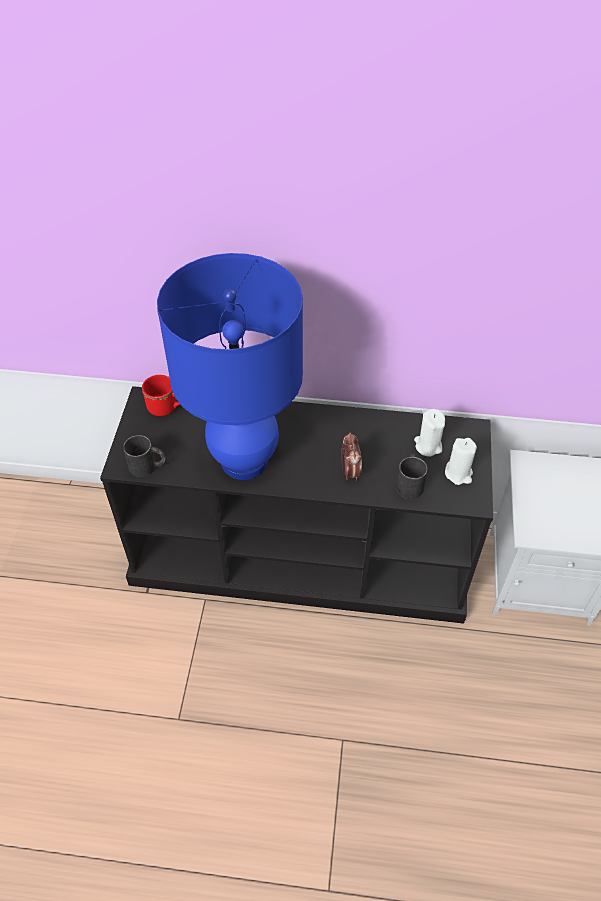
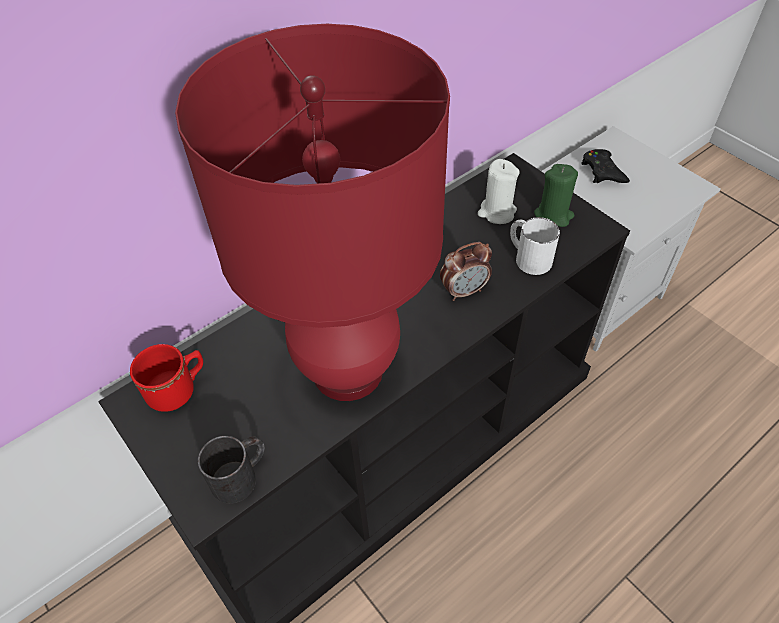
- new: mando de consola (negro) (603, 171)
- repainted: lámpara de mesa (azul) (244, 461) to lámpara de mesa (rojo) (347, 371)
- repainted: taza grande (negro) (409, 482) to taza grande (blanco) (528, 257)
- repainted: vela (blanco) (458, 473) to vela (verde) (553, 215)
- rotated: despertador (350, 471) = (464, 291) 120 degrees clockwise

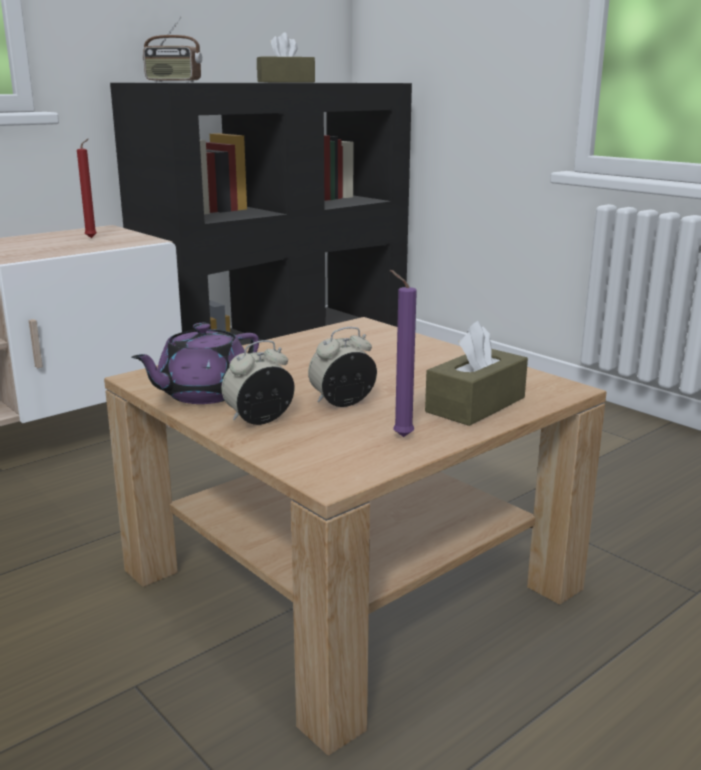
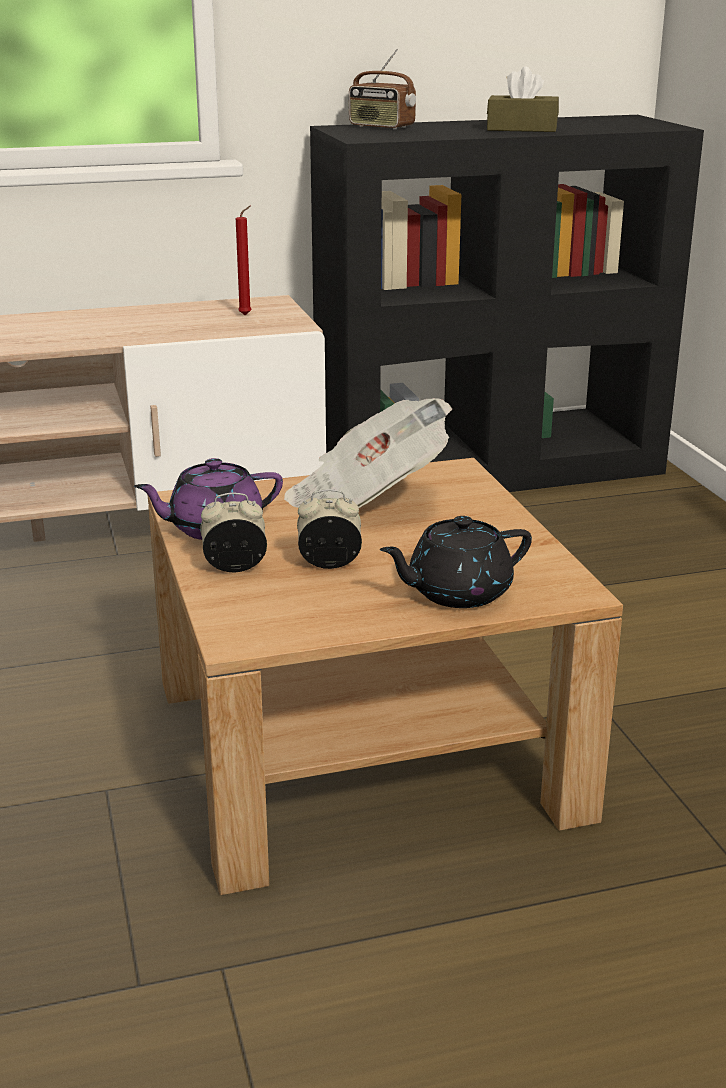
- gone: vela (morado) (400, 436)
- new: periódico (367, 498)
- swapped: caja de pañuelos (marrón) (475, 405) to tetera (negro) (457, 592)

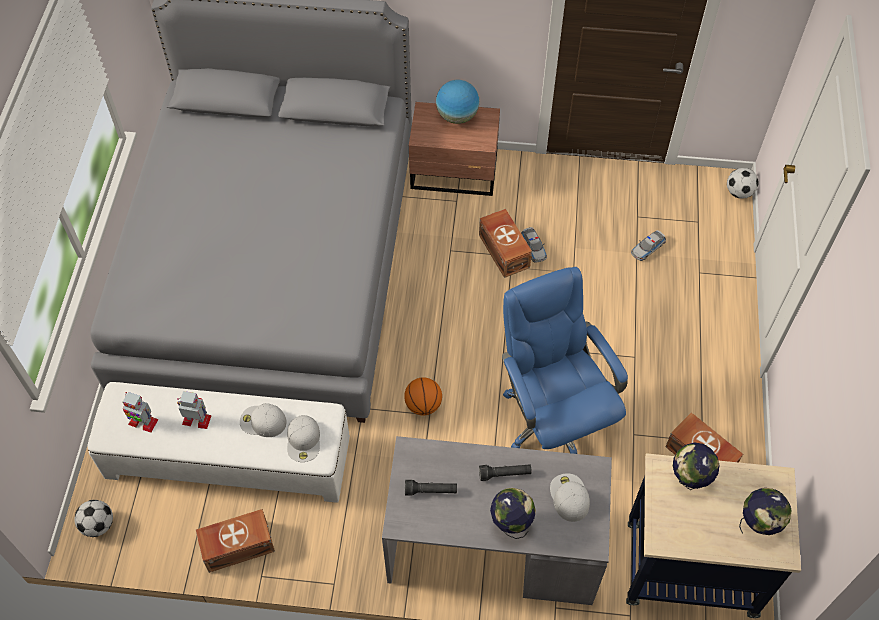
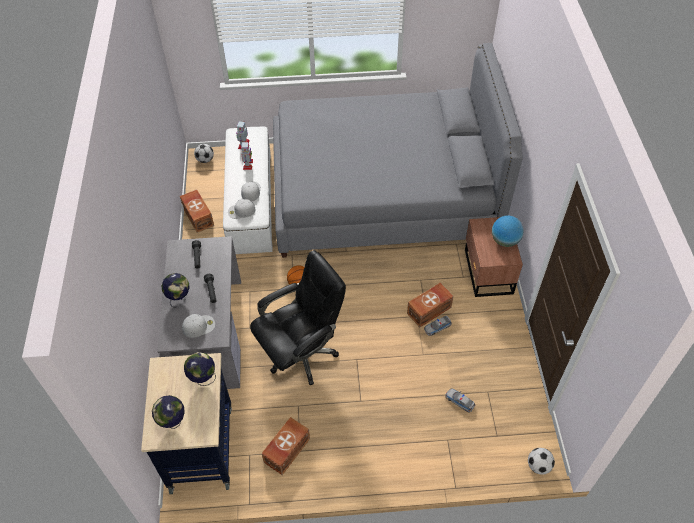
- repainted: silla de oficina (azul) (552, 420) to silla de oficina (negro) (301, 355)

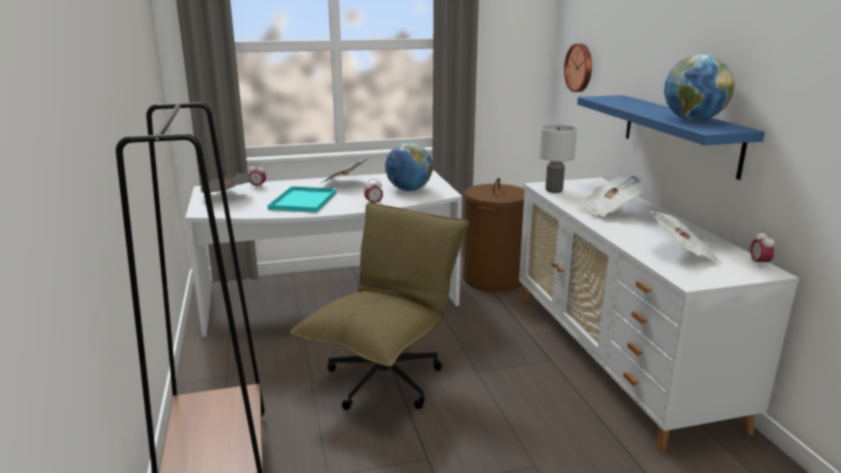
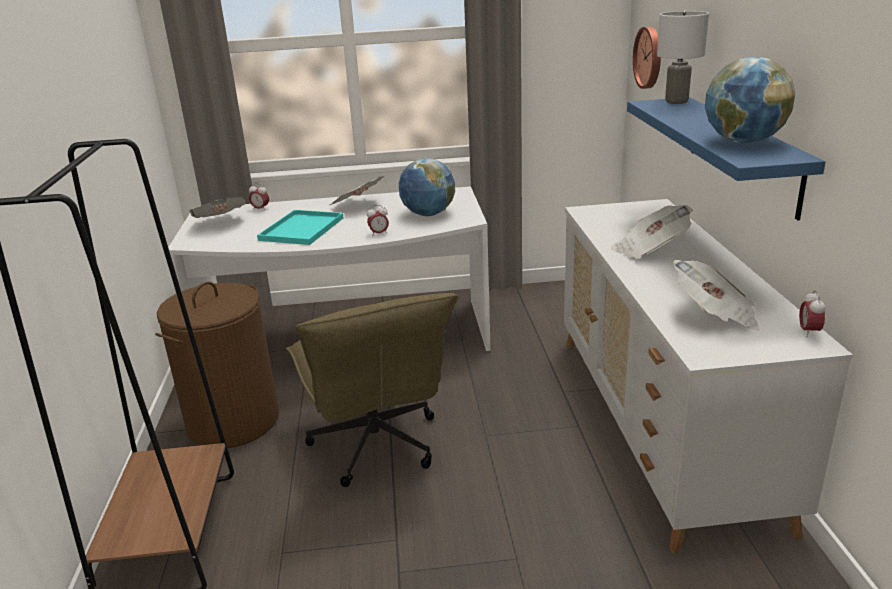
- shifted: cesto de la ropa (marrón) (493, 279) to (233, 421)
- shifted: lámpara de mesa (blanco) (554, 191) to (677, 102)
- rotated: silla de oficina (beis) (383, 381) = (374, 442) 120 degrees clockwise

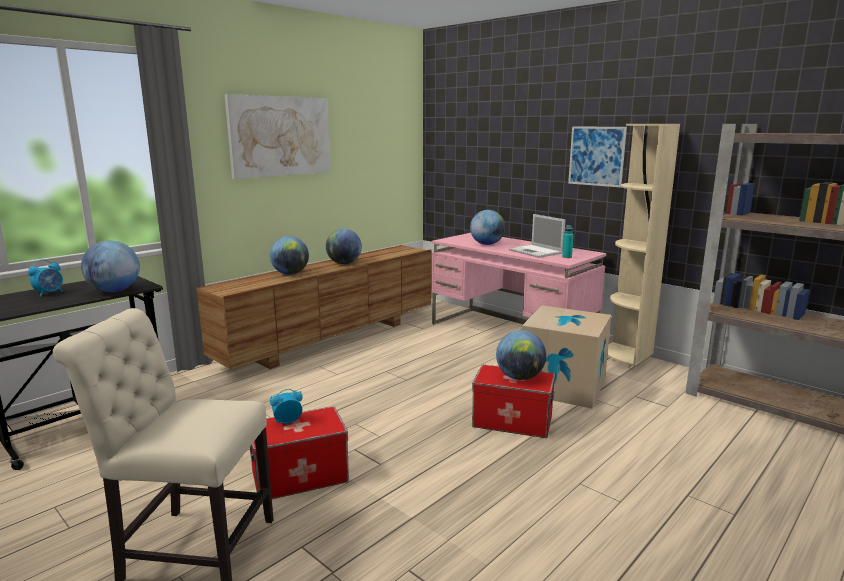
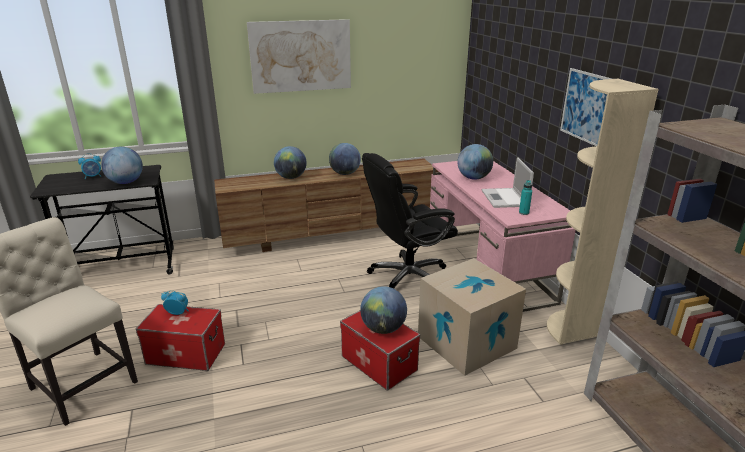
- new: silla de oficina (negro) (408, 276)

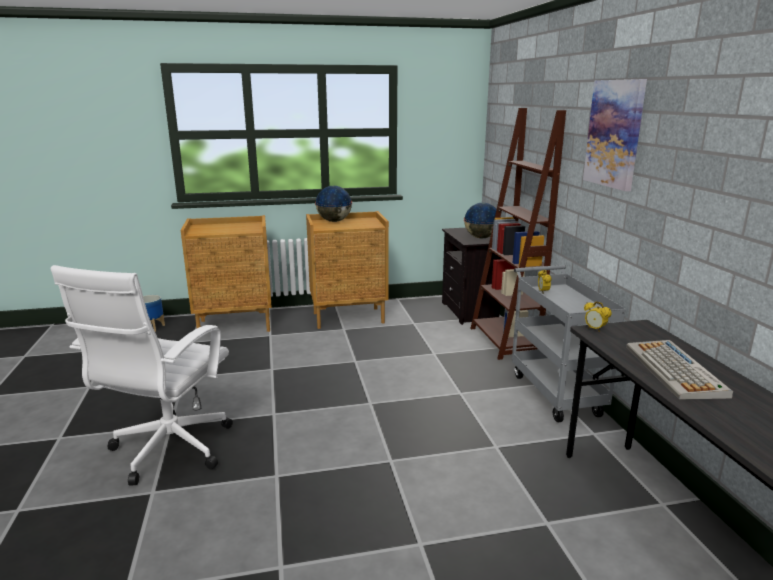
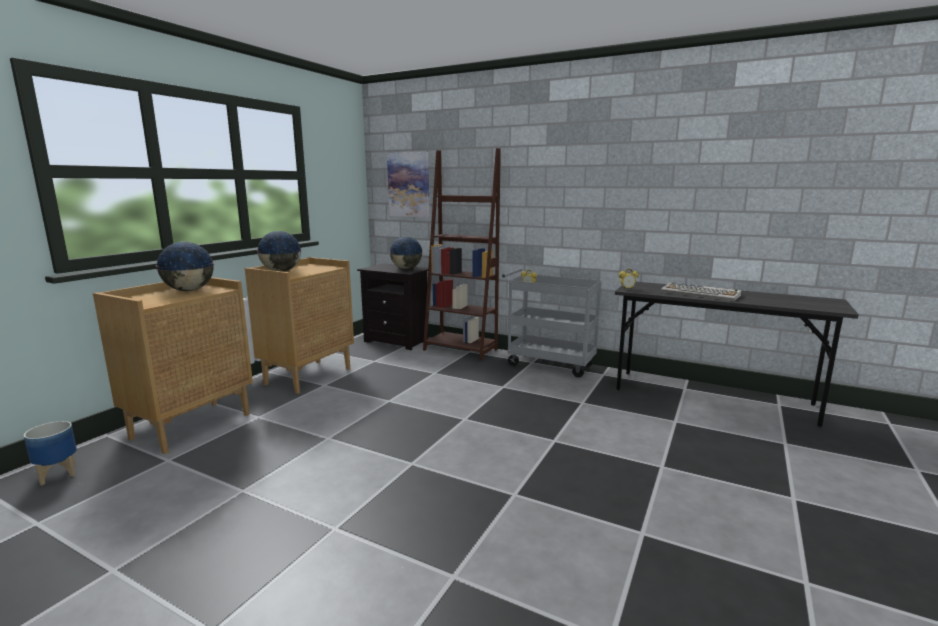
- gone: silla de oficina (blanco) (168, 451)
- new: globo terráqueo (189, 290)
- shifted: cuadro (614, 134) to (409, 185)

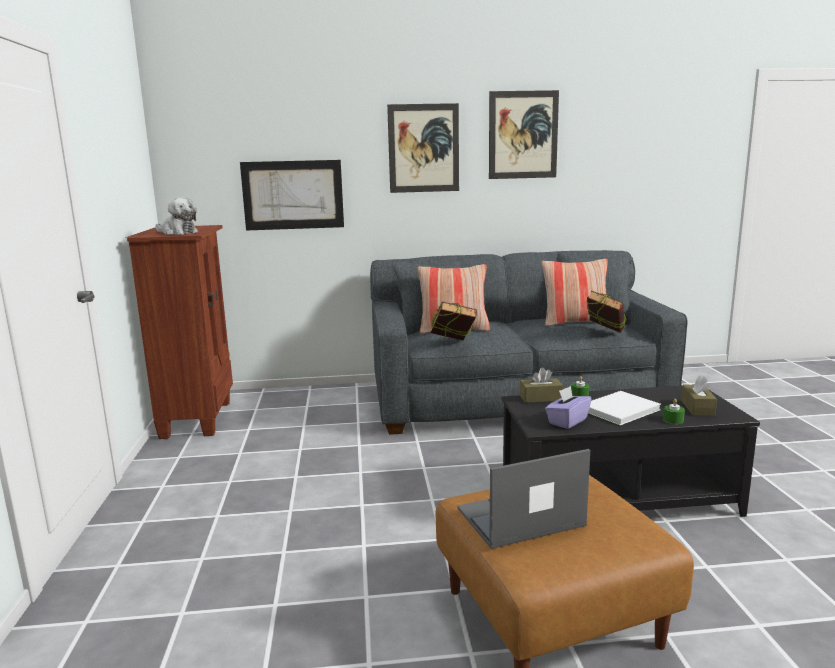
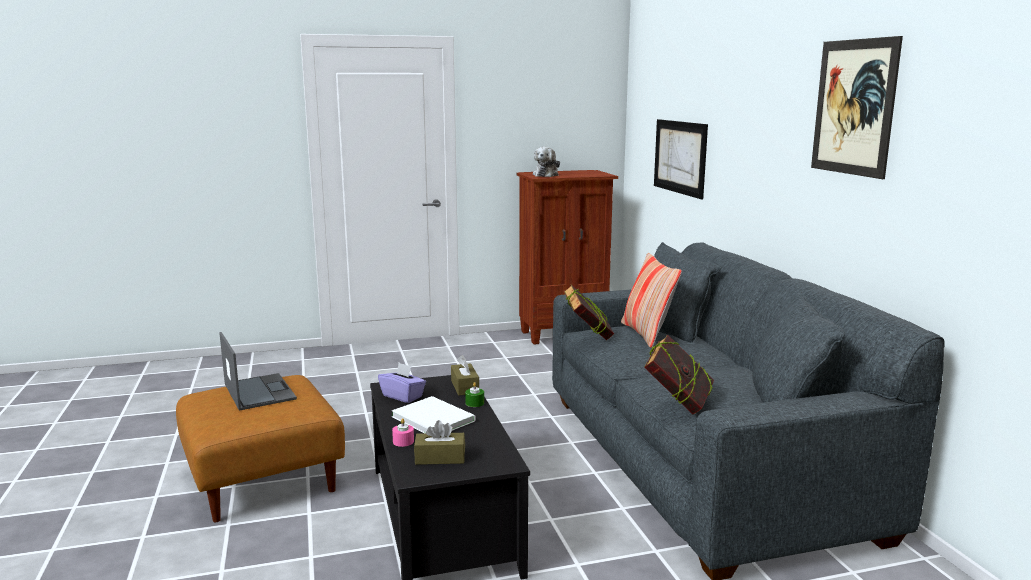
- gone: cuadro (423, 148)
- gone: cojín (575, 322)
- repainted: vela (verde) (673, 420) to vela (rosa) (403, 441)

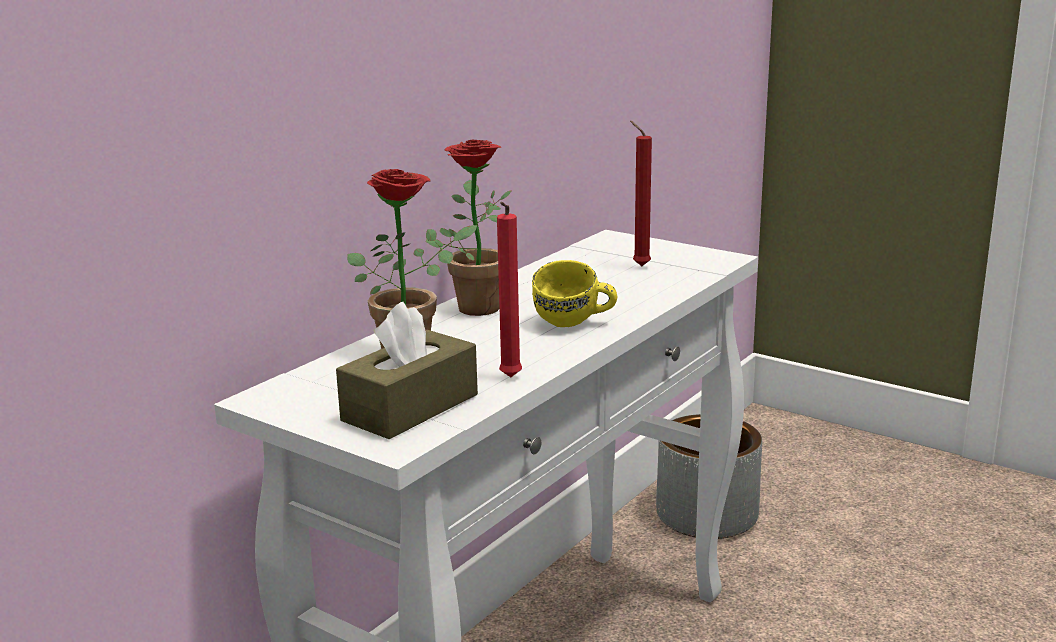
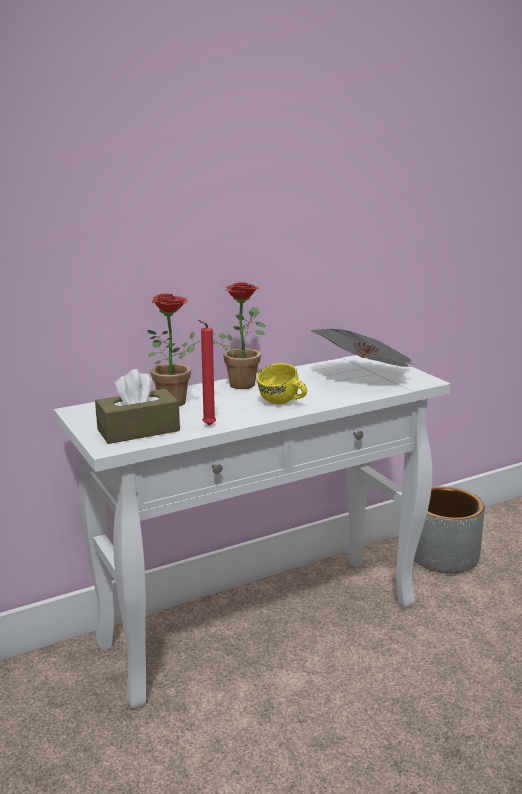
- swapped: vela (rojo) (639, 265) to periódico (366, 376)

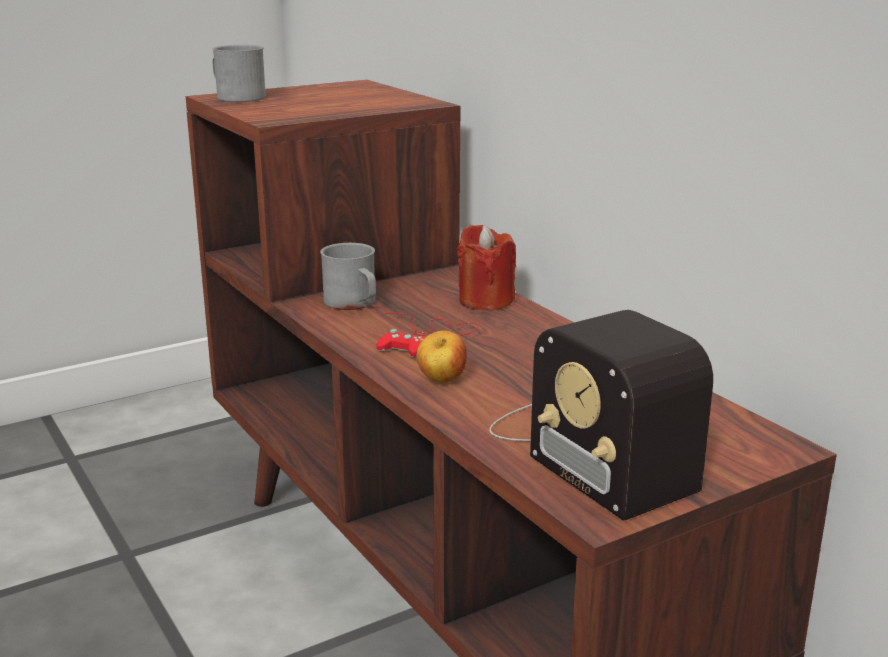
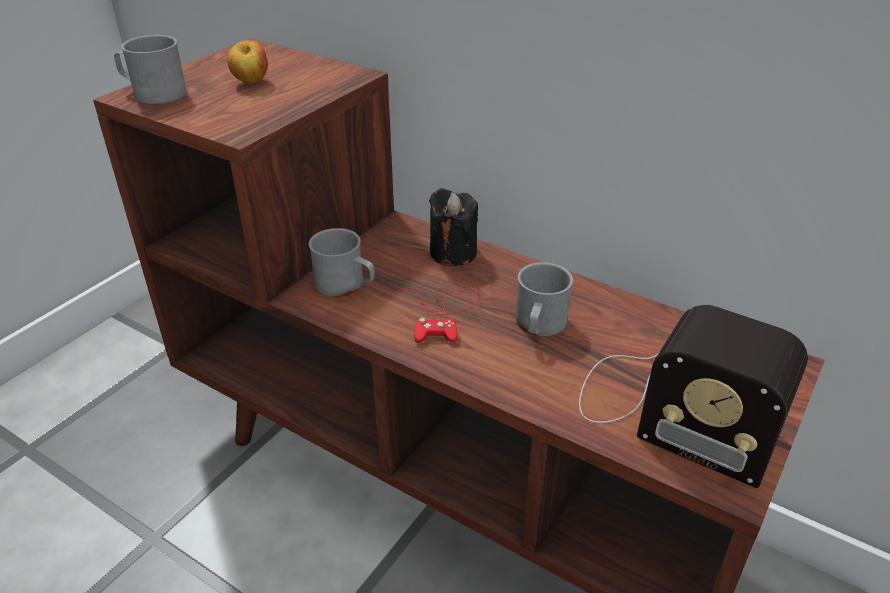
- new: taza grande (gris) (539, 326)
- shifted: manzana (441, 381) to (250, 82)
- repainted: vela (rojo) (485, 301) to vela (negro) (453, 253)

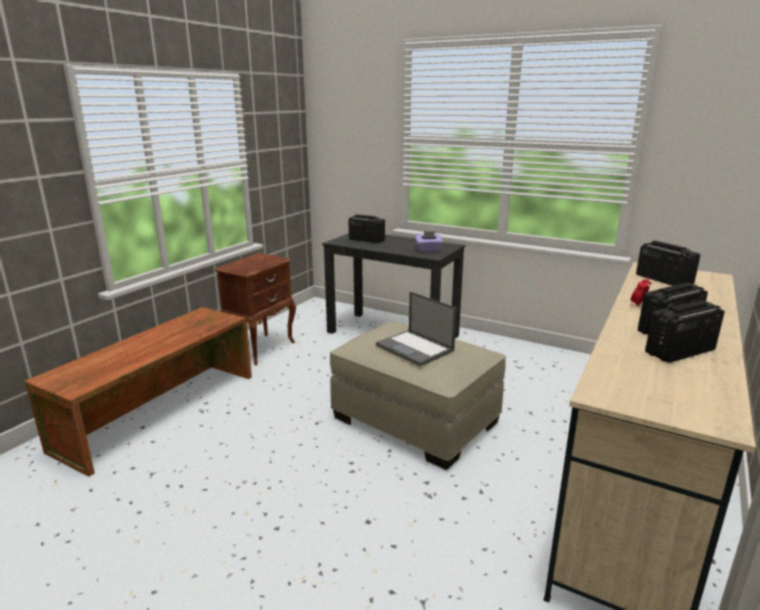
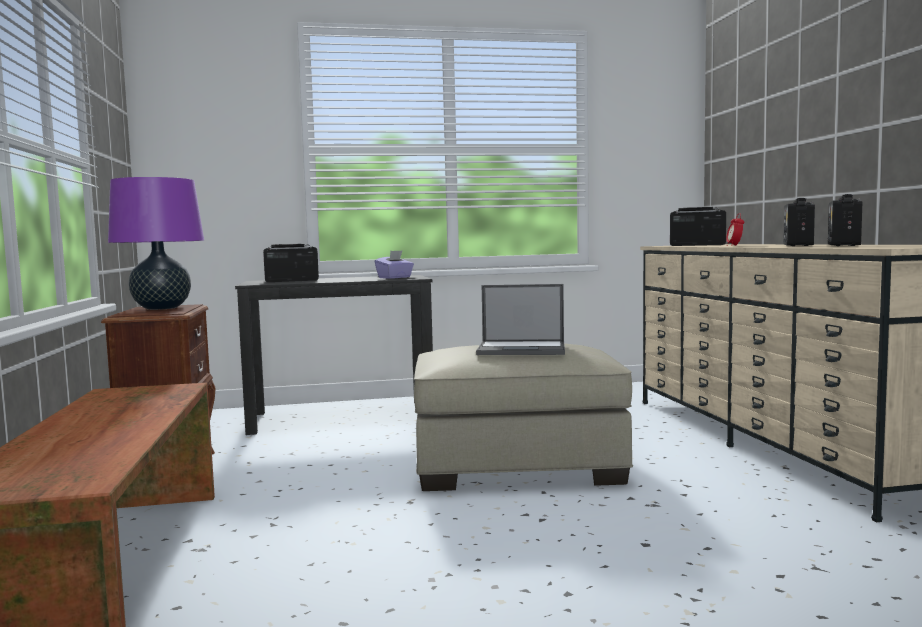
- new: lámpara de mesa (morado) (161, 308)

